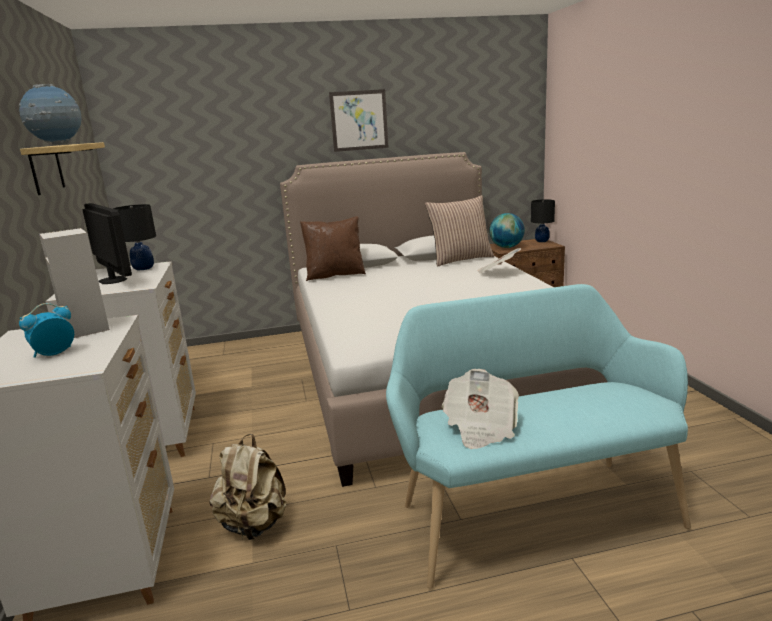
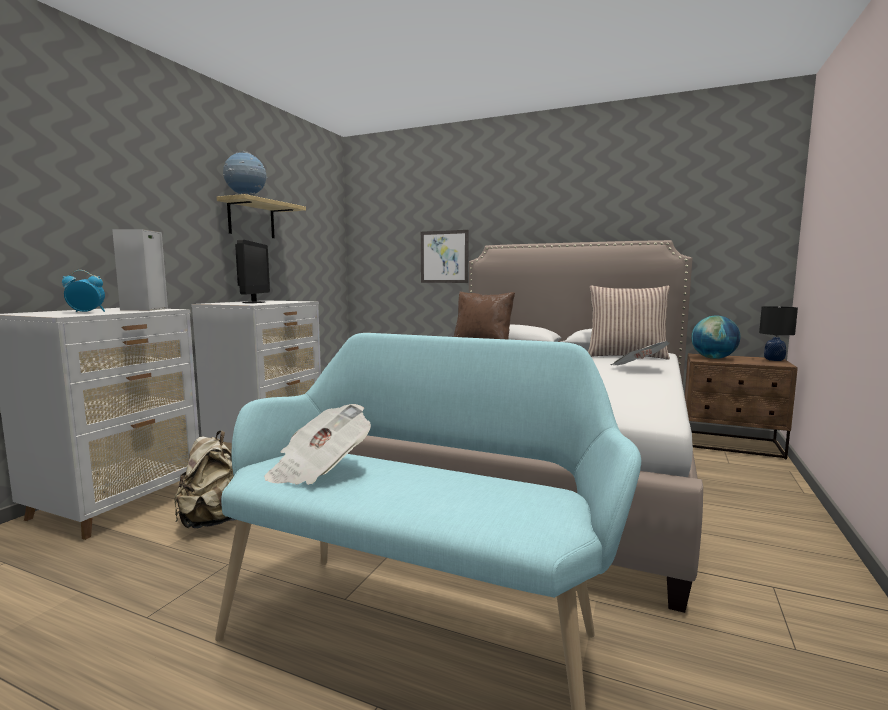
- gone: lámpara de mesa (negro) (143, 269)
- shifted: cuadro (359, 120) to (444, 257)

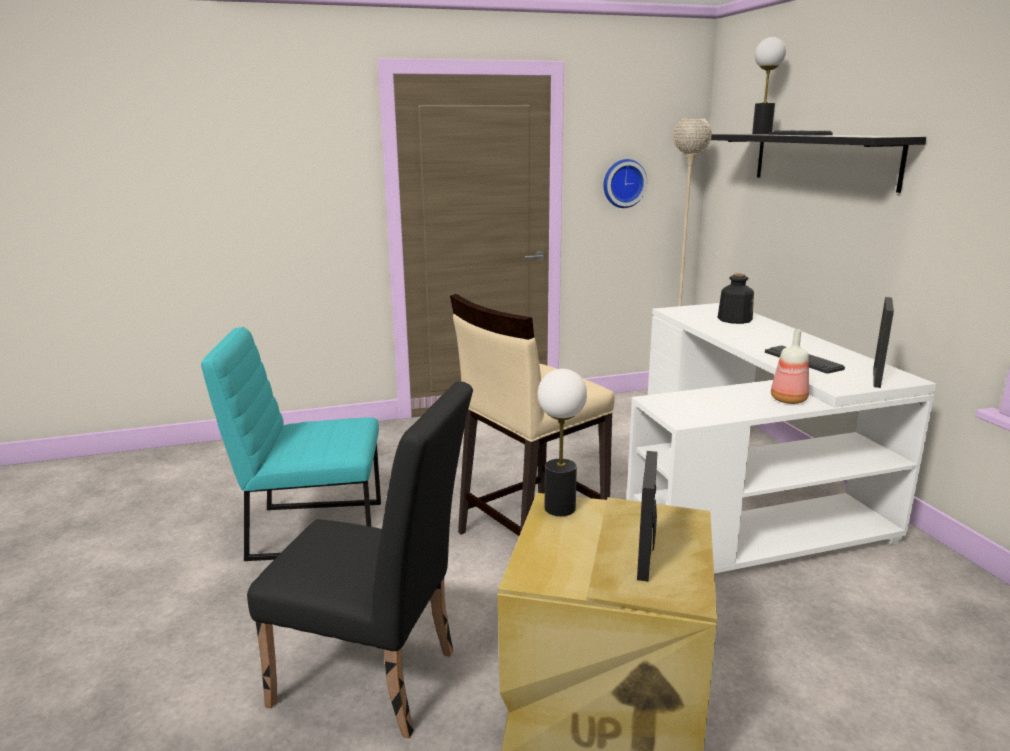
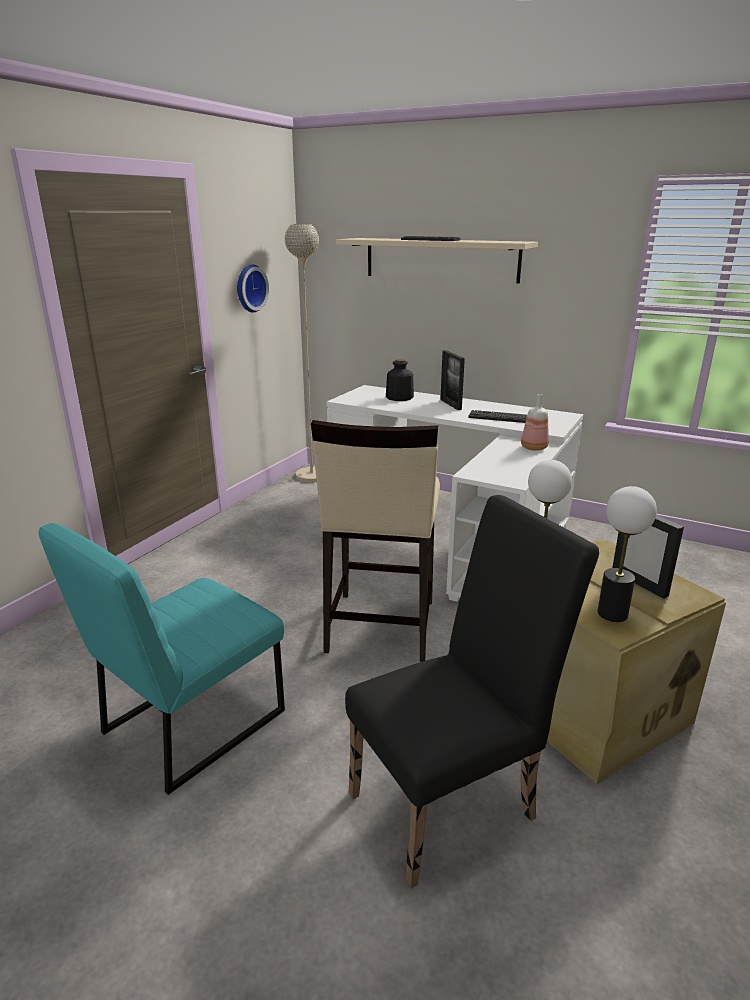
- shifted: lámpara de mesa (762, 134) to (612, 613)
- shifted: portarretratos (876, 378) to (450, 404)
- repainted: estante (negro) (823, 159) to estante (beis) (440, 259)

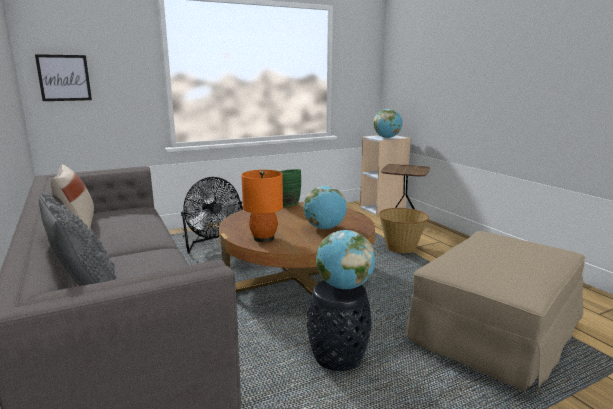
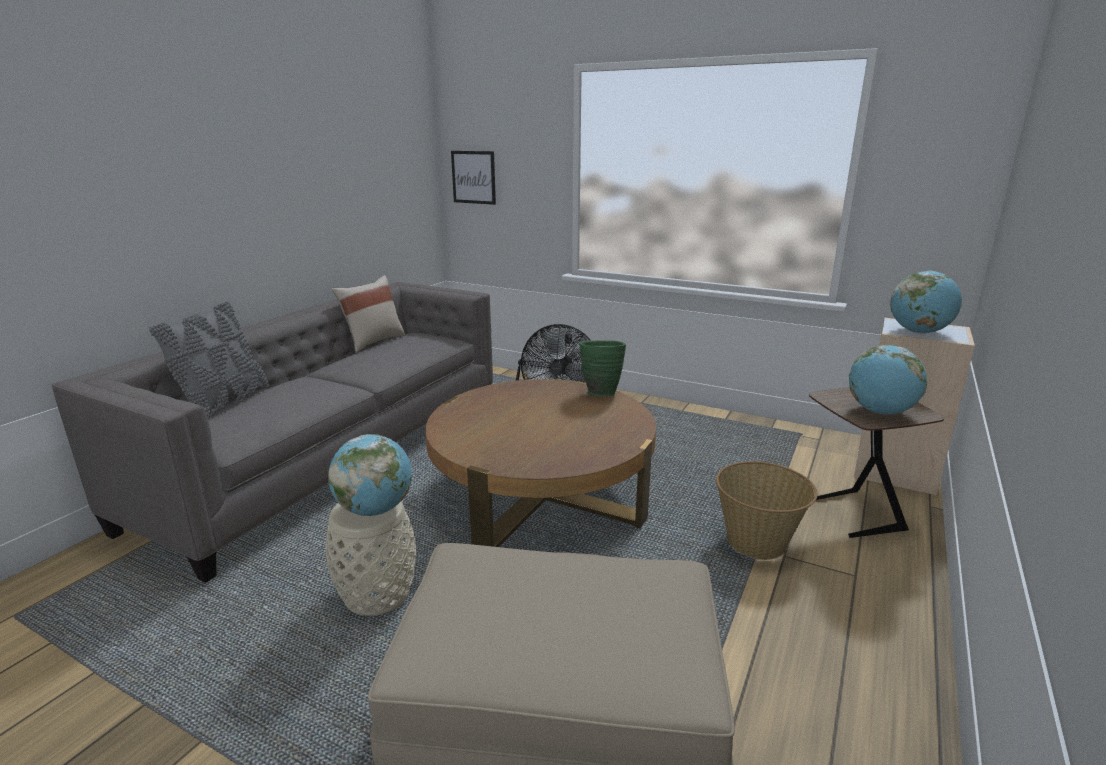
- gone: lámpara de mesa (naranja) (263, 238)
- shifted: globo terráqueo (324, 228) to (880, 412)
- repainted: taburete (negro) (338, 356) to taburete (beis) (377, 594)

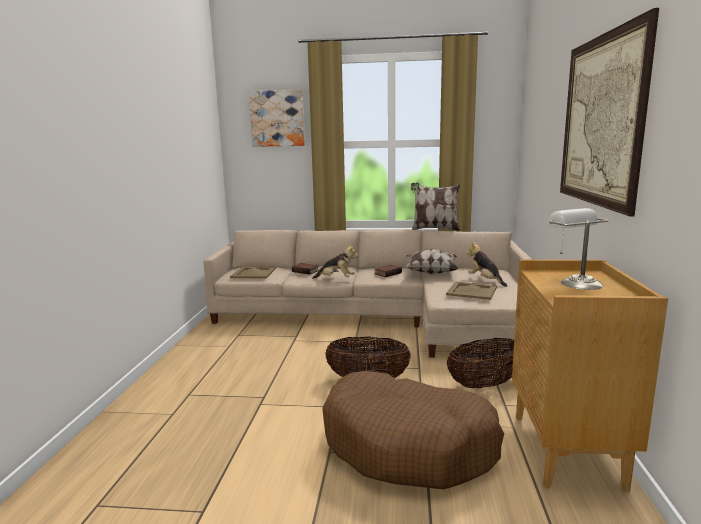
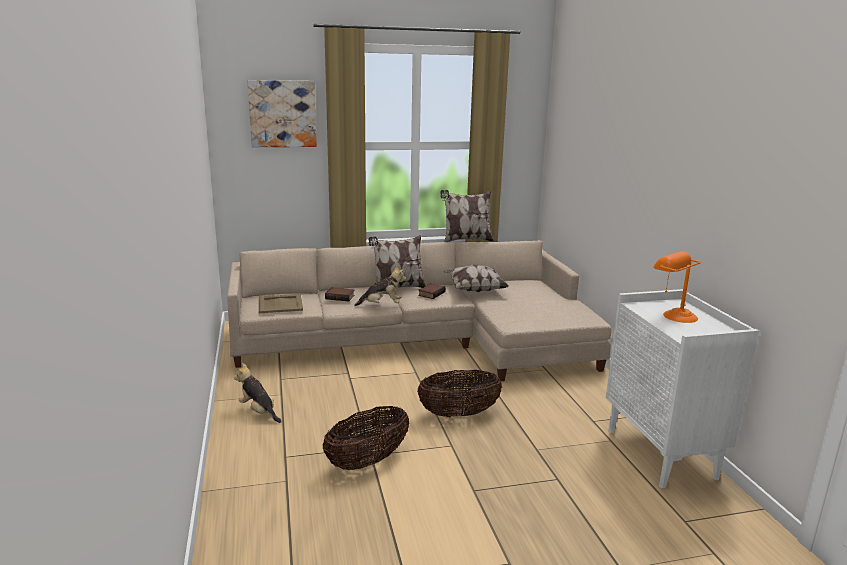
- gone: cama para perro (marrón) (409, 445)
- gone: bandeja (beis) (472, 291)
- gone: cuadro (600, 121)
- new: cojín (397, 287)
- shifted: cesta (485, 384) to (367, 461)
- shifted: peluche (485, 280) to (258, 412)
- repainted: armario (marrón) (566, 450) to armario (blanco) (661, 454)
- repainted: lámpara de mesa (blanco) (574, 282) to lámpara de mesa (naranja) (673, 314)

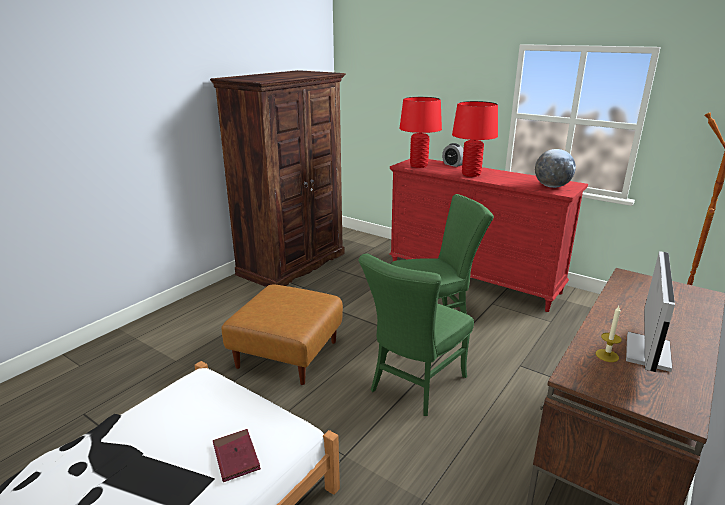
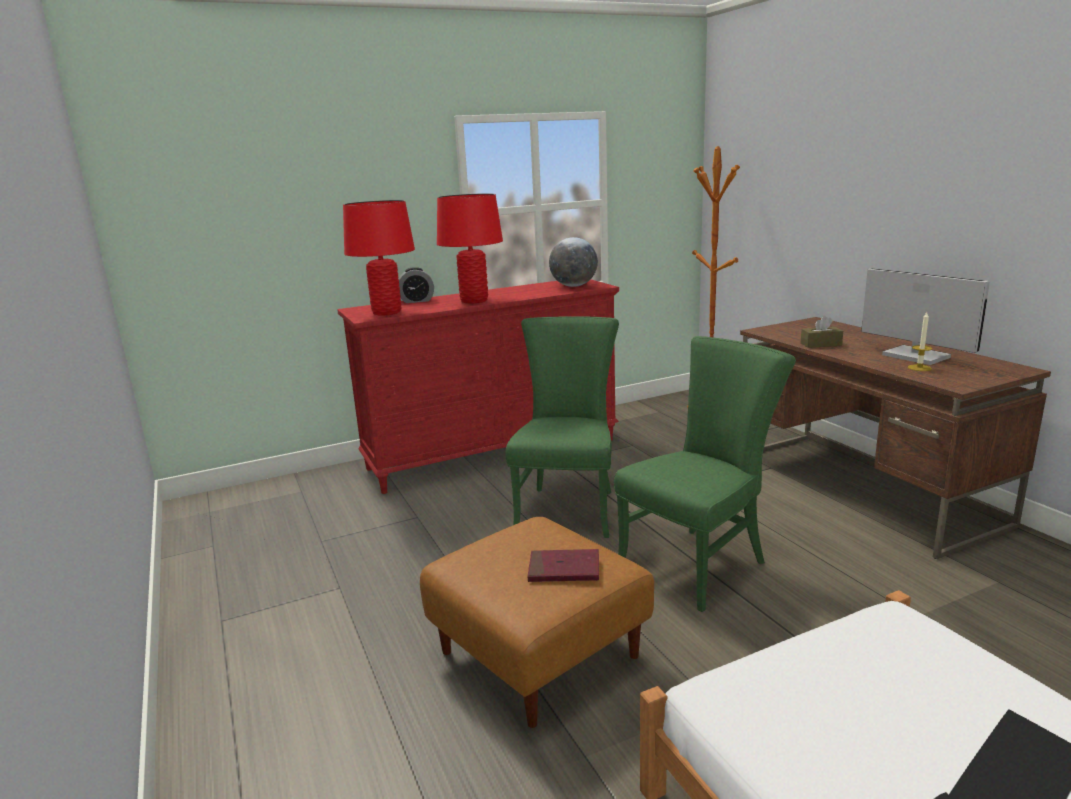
- gone: armario ropero (marrón) (292, 264)
- new: caja de pañuelos (marrón) (821, 344)
- shifted: libro (rojo) (236, 457) to (564, 569)
- rotated: silla (verde) (414, 385) = (699, 562) 105 degrees counterclockwise

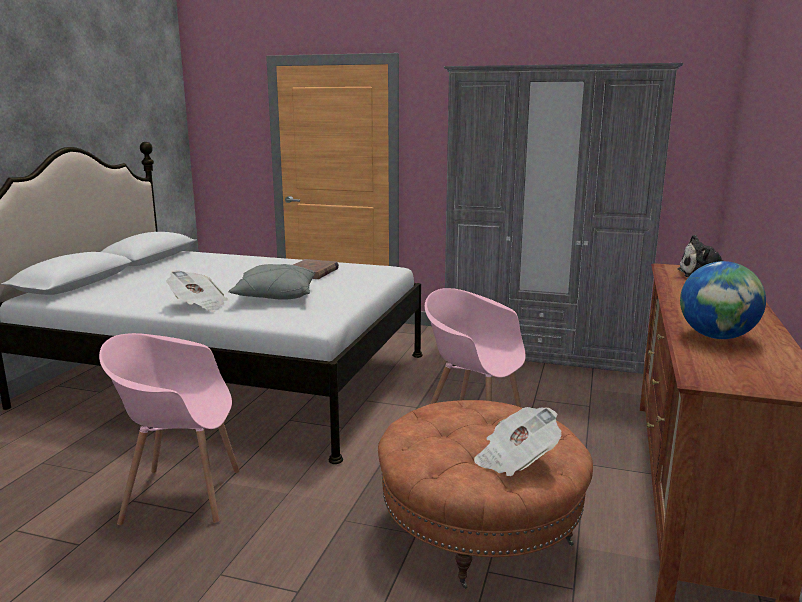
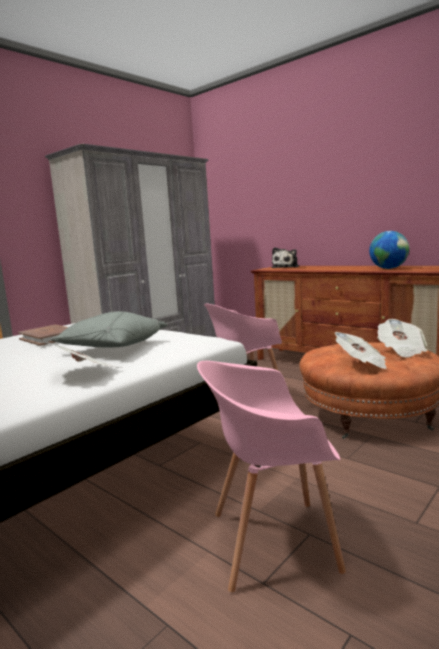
- new: periódico (361, 363)
- rotated: silla (rosa) (180, 496) = (271, 542) 60 degrees clockwise

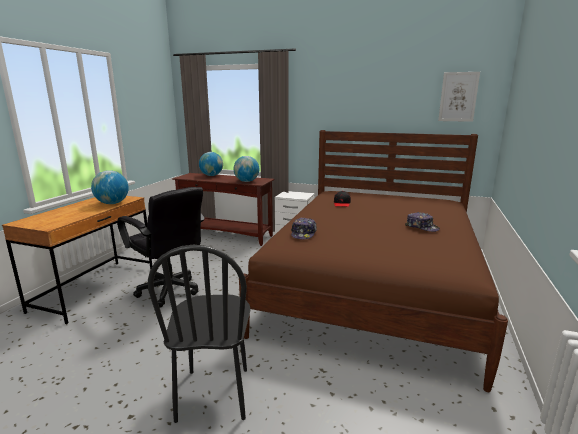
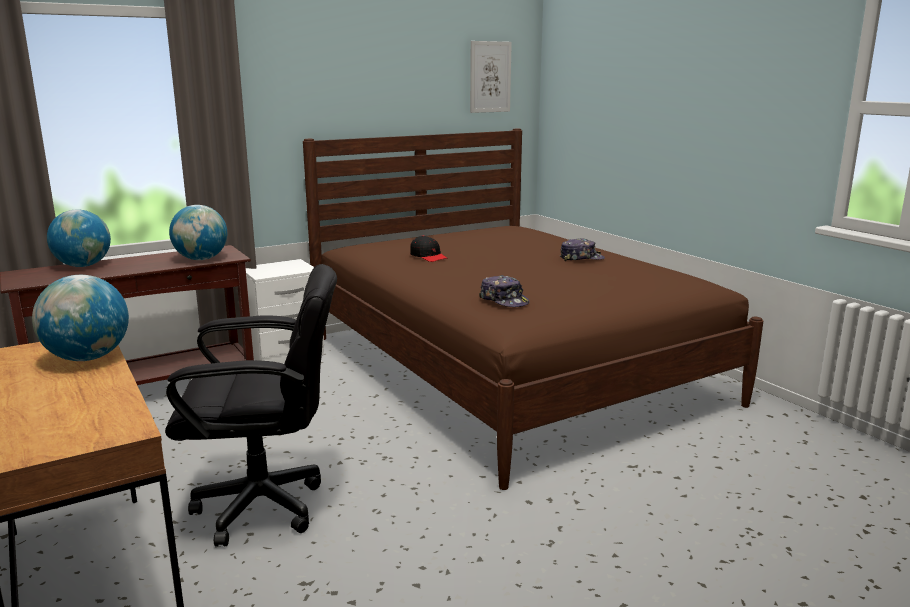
- gone: silla (negro) (214, 394)

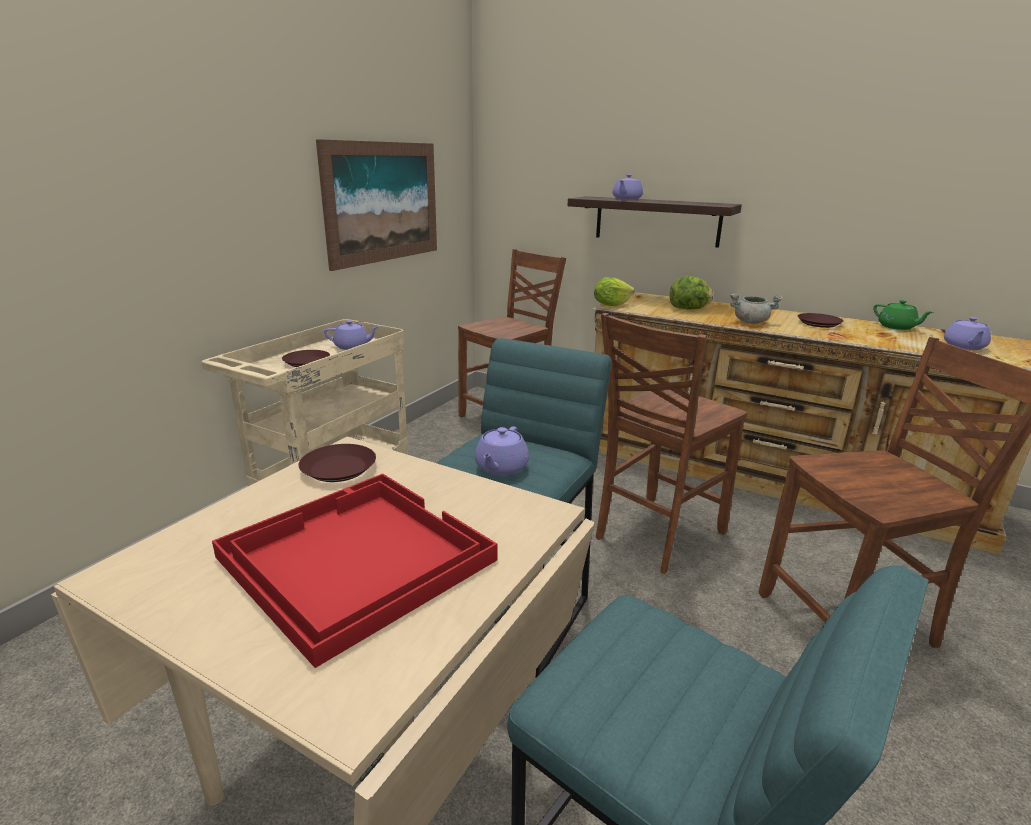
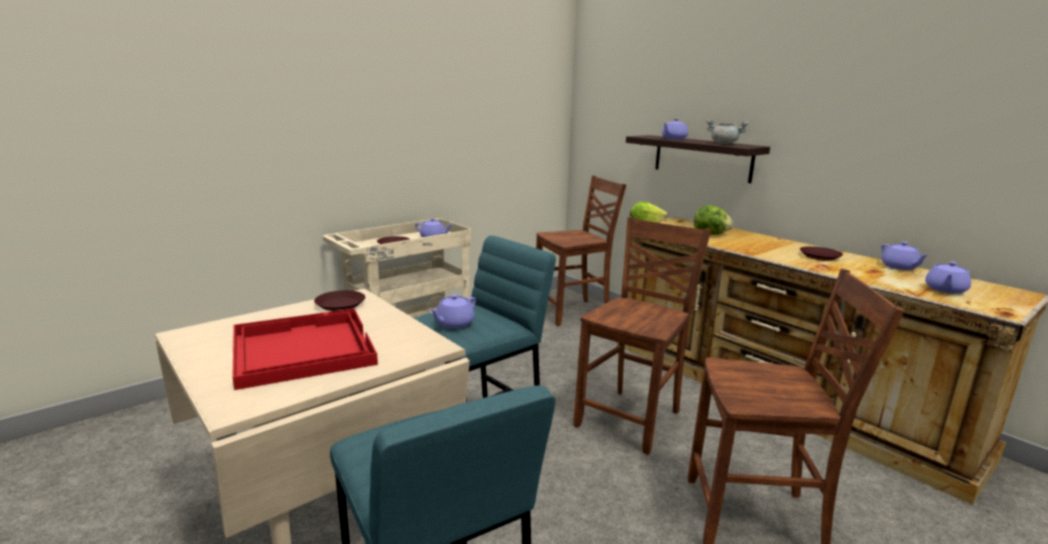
- gone: cuadro (383, 202)
- shifted: olla (gris) (751, 322) to (724, 143)
- repainted: tetera (verde) (897, 327) to tetera (morado) (899, 267)
- rotated: silla (marrón) (656, 535) = (631, 419) 150 degrees clockwise

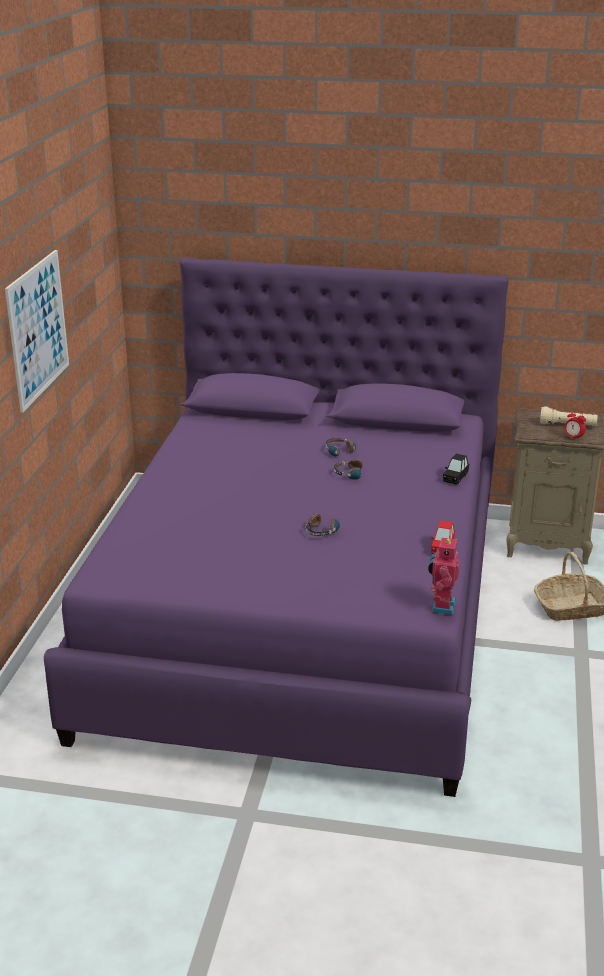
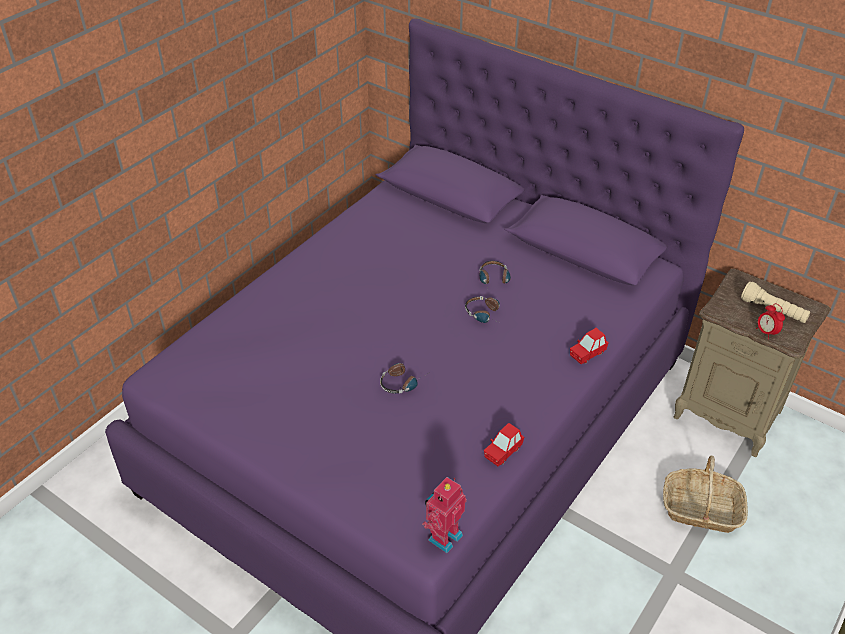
- gone: cuadro (38, 329)
- repainted: coche de juguete (negro) (455, 478) to coche de juguete (rojo) (587, 354)

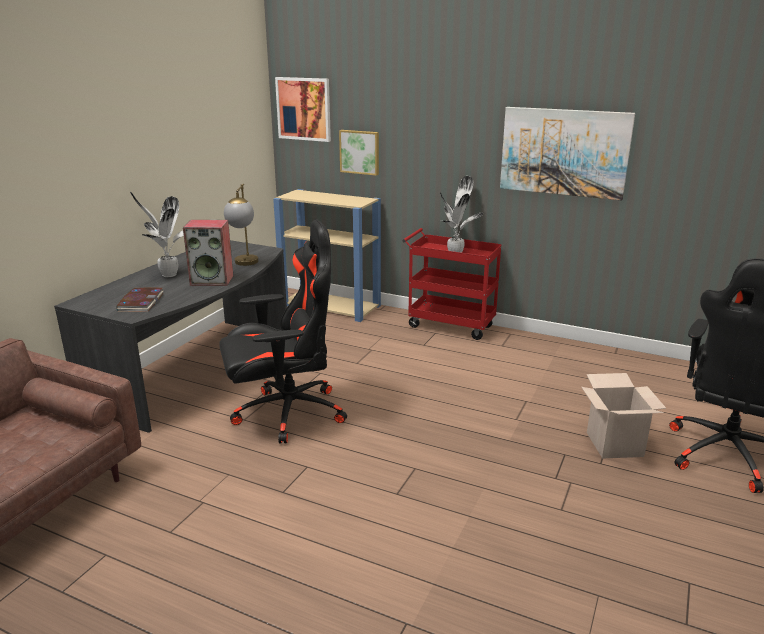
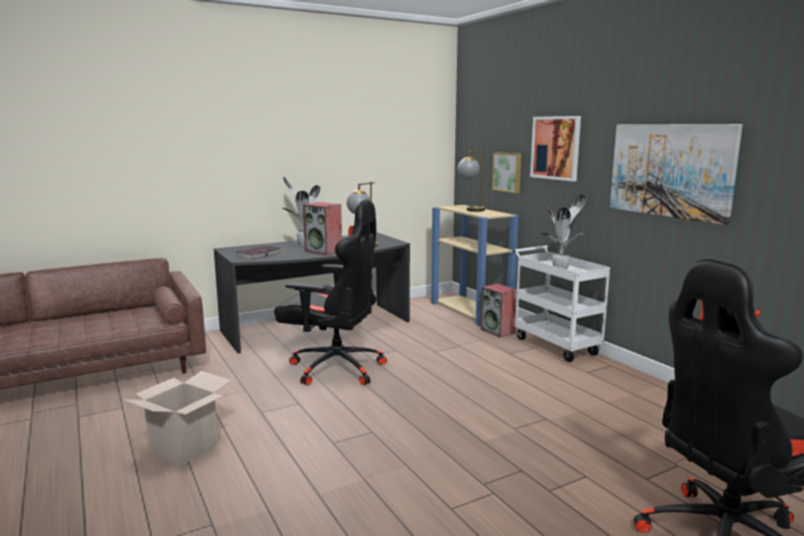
- new: lámpara de mesa (471, 211)
- new: altavoz (498, 331)
- shifted: cuadro (304, 109) to (555, 148)
- shifted: caja de cartón (614, 444) to (184, 449)
- repainted: carrito (rojo) (448, 327) to carrito (blanco) (554, 346)

